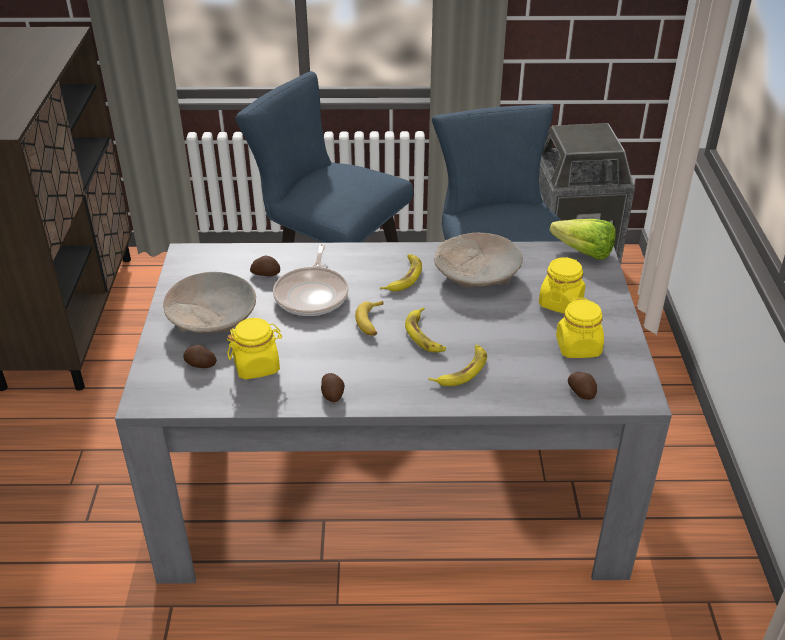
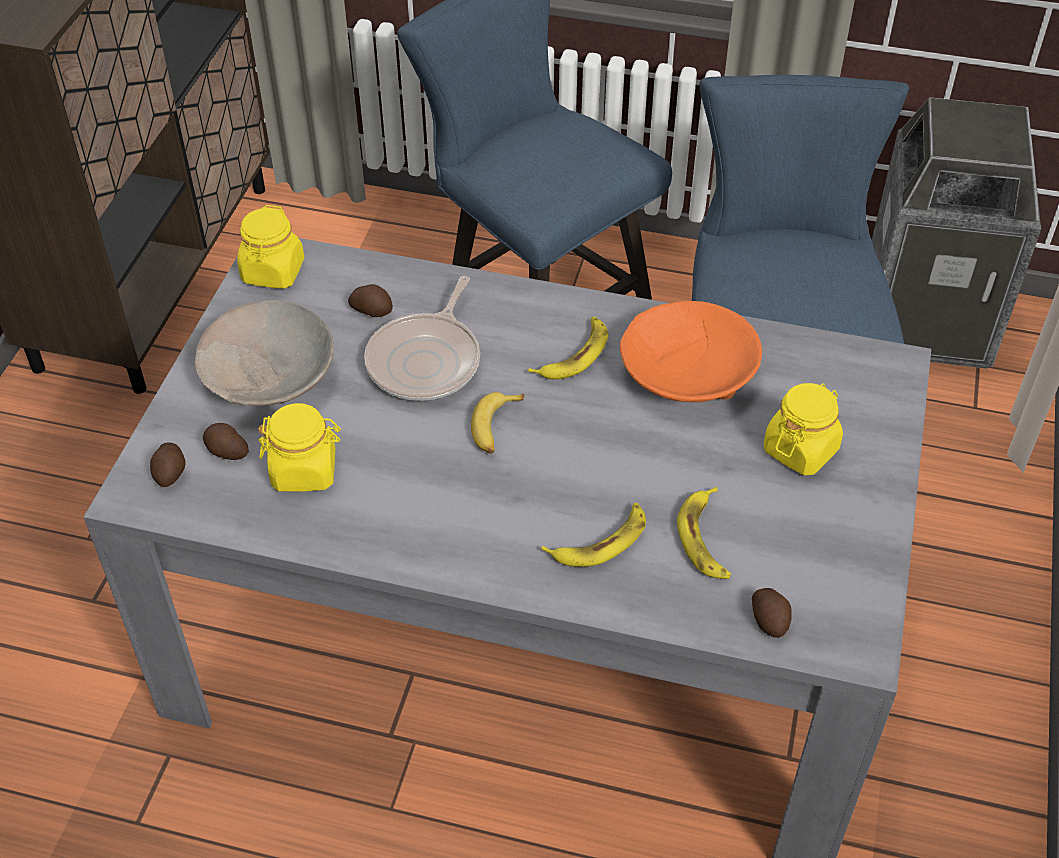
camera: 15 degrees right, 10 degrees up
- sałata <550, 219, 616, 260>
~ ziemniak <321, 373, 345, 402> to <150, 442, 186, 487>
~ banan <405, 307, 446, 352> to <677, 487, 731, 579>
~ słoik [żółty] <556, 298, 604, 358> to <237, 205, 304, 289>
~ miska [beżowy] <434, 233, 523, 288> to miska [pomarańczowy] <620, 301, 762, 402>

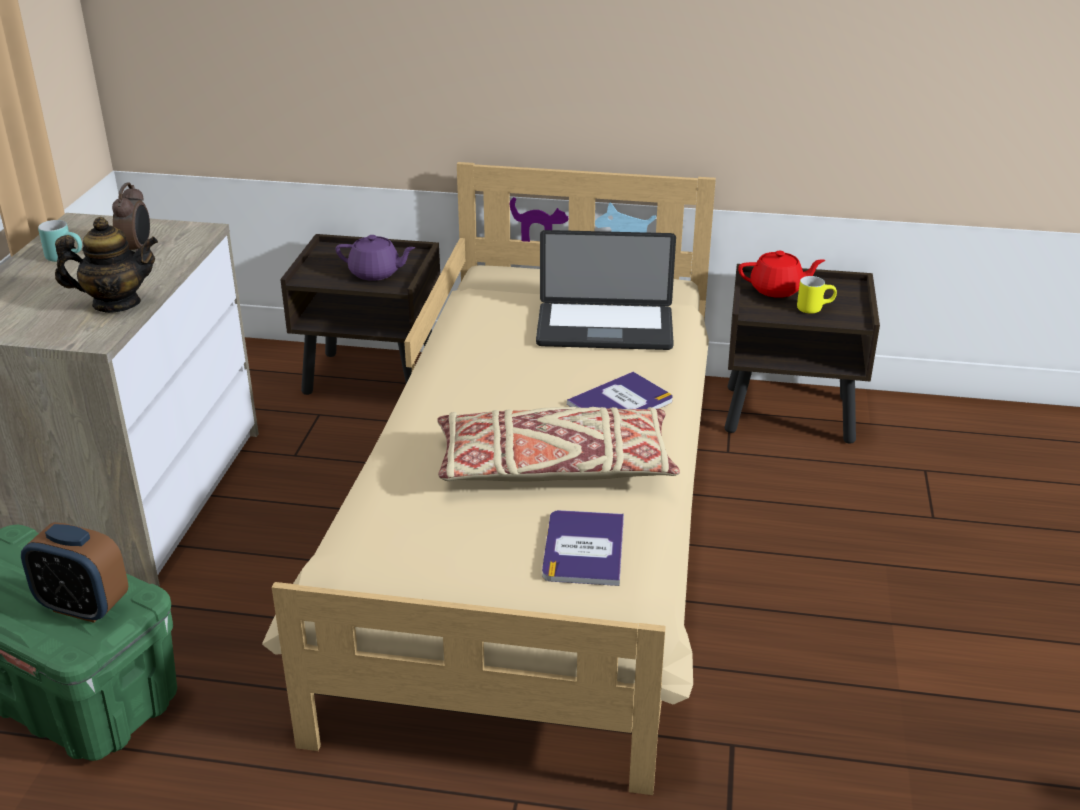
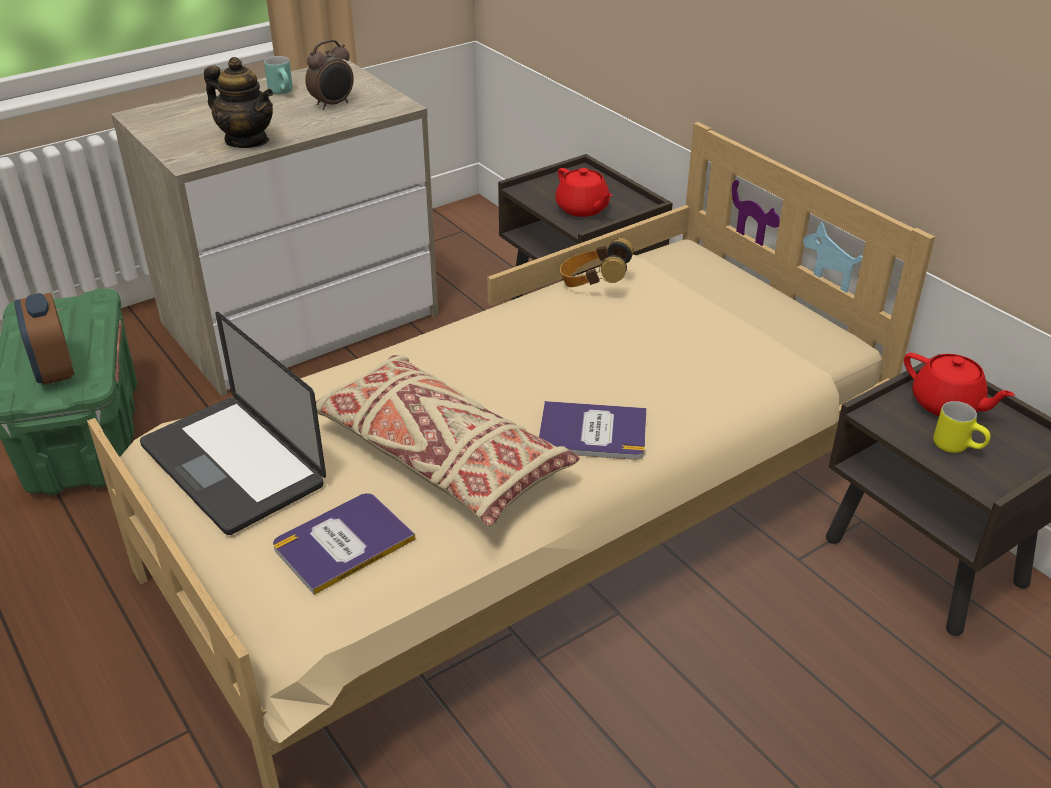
camera: 45 degrees right, 5 degrees up
+ słuchawki <560, 238, 634, 287>
~ laptop <536, 230, 676, 350> to <140, 312, 326, 535>
~ imbryk [fioletowy] <336, 235, 415, 281> to imbryk [czerwony] <555, 168, 613, 217>

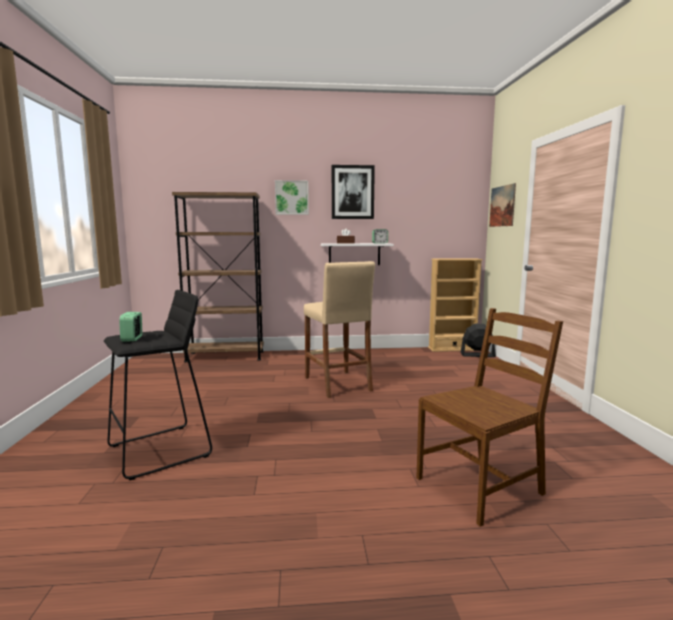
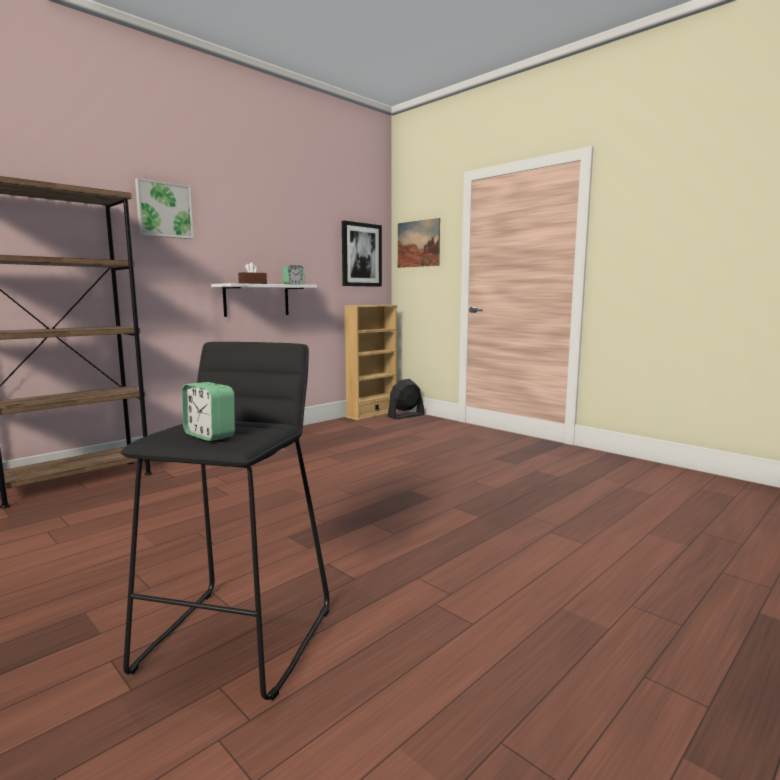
camera: 40 degrees left, 0 degrees up
- stołek [beżowy] <304, 261, 375, 398>
- krzesło [brązowy] <416, 308, 563, 527>
~ obraz <332, 165, 375, 219> to <342, 221, 382, 287>

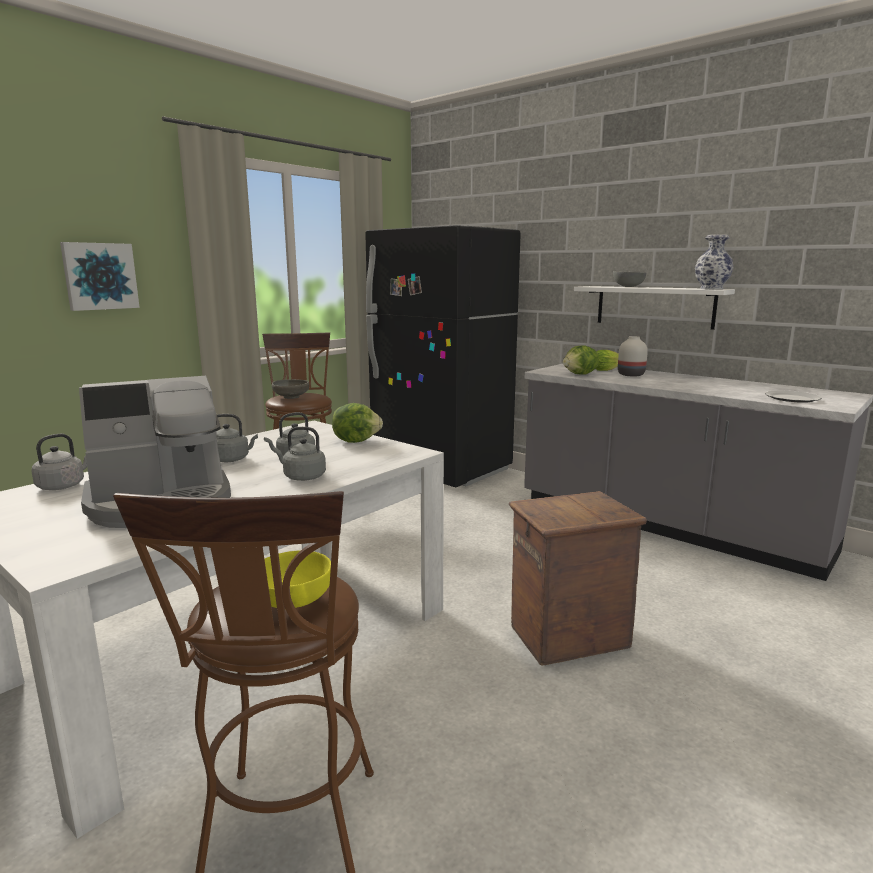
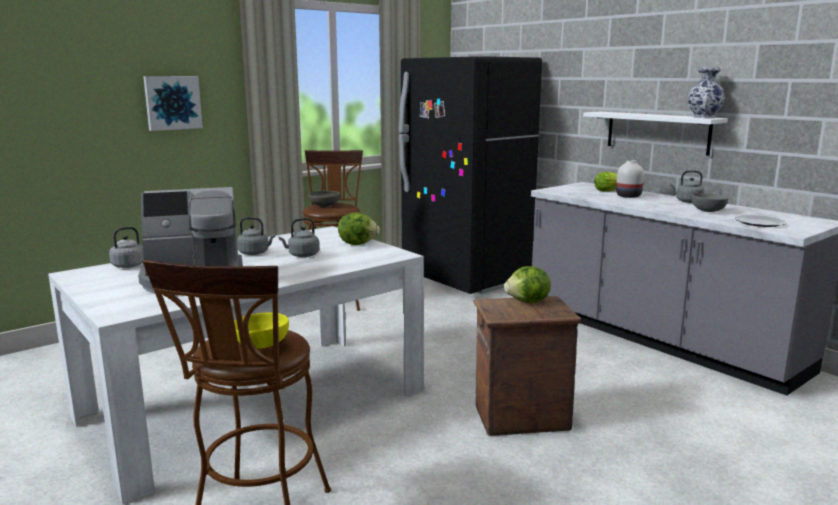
camera: 10 degrees right, 0 degrees up
~ czajnik [szary] <273, 427, 326, 481> to <670, 170, 704, 203>
~ sałata <563, 345, 599, 375> to <504, 266, 551, 303>
~ miska [szary] <613, 271, 646, 287> to <691, 192, 728, 212>

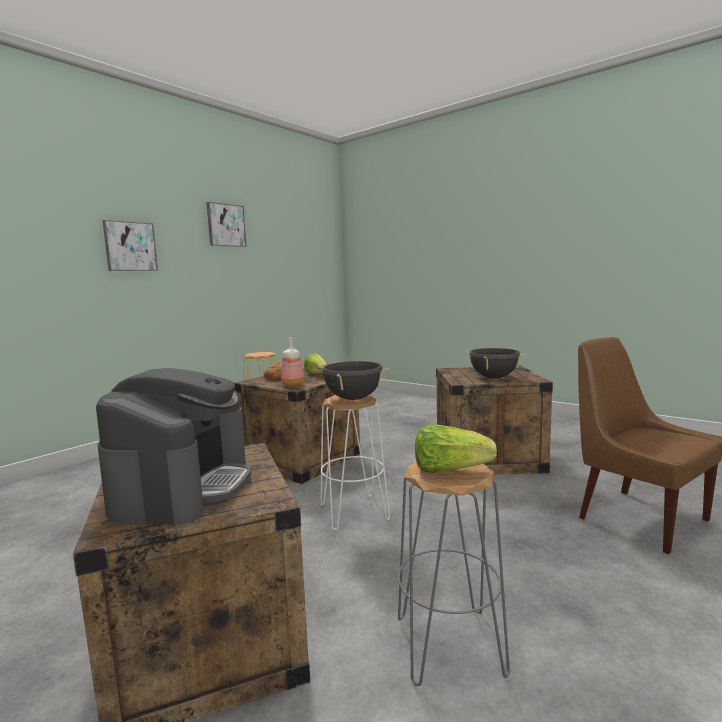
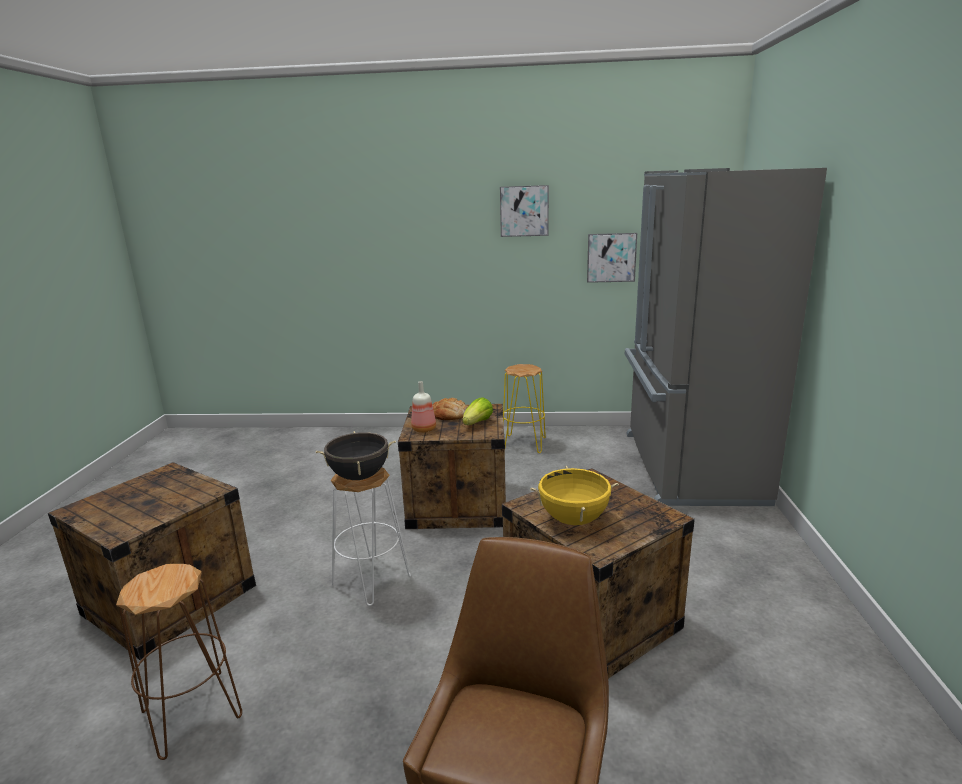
camera: 55 degrees right, 10 degrees up
- ekspres do kawy <96, 368, 251, 525>
- sałata <415, 424, 497, 473>
+ lodówka [szary] <625, 168, 827, 506>
~ obraz <102, 220, 158, 271> to <587, 233, 637, 283>
~ stołek [szary] <398, 462, 510, 686> to stołek [brązowy] <116, 564, 242, 760>
~ garnek [czarny] <465, 348, 525, 379> to garnek [żółty] <530, 466, 619, 525>

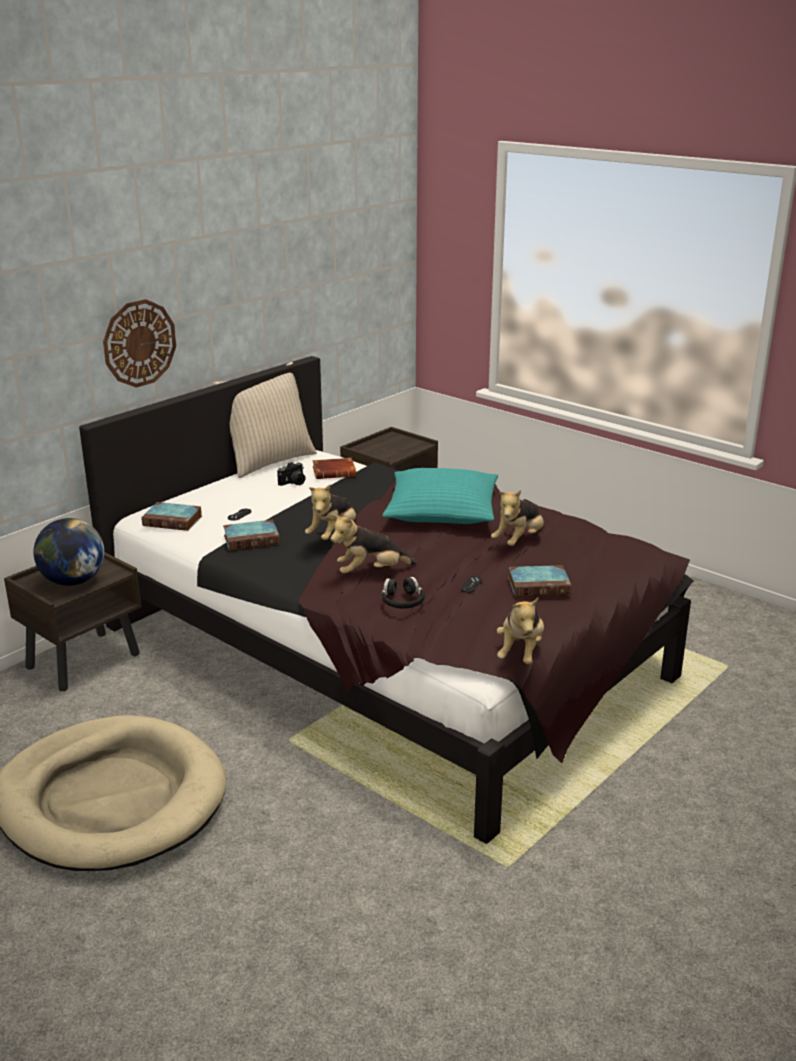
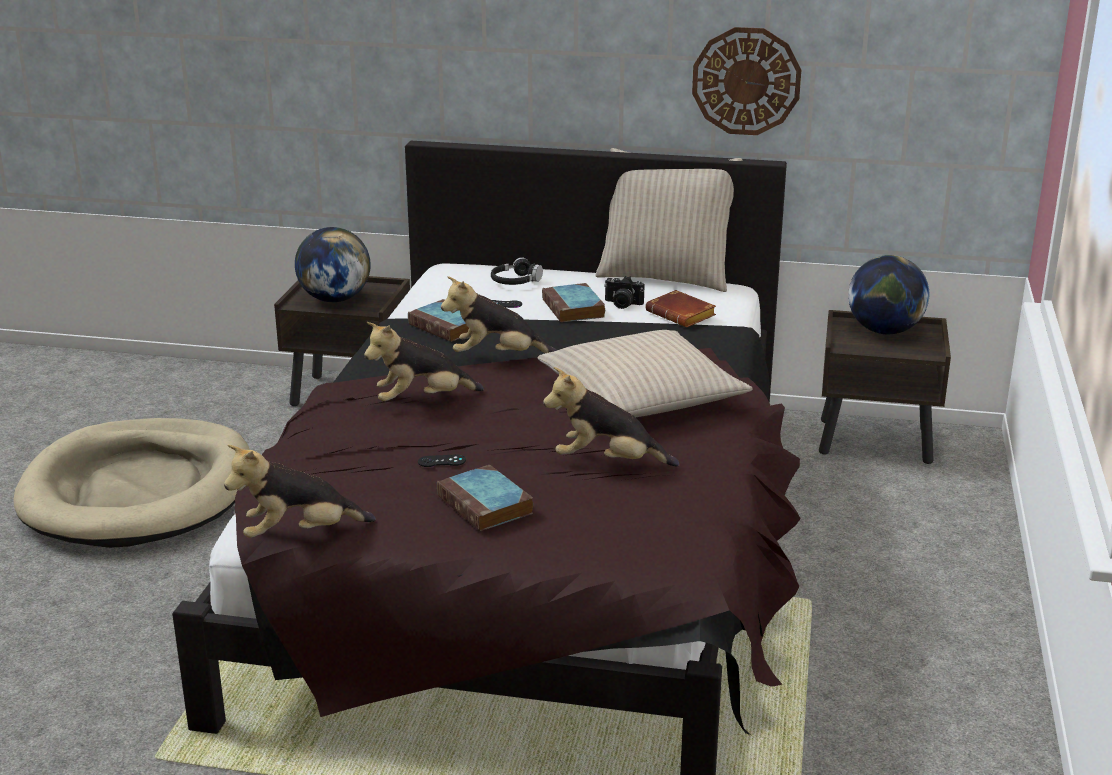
camera: 60 degrees right, 0 degrees up
+ globus <848, 255, 929, 334>
~ zegar ścienny <103, 299, 176, 388> to <692, 27, 801, 135>
~ książka <141, 502, 202, 531> to <542, 283, 605, 322>
~ słuchawki [czarny] <382, 577, 425, 609> to <491, 257, 543, 285>
~ poduszka [turkusowy] <382, 468, 498, 524> to poduszka [beżowy] <537, 330, 753, 417>
~ pluszak <330, 514, 417, 574> = <364, 322, 484, 401> 60 degrees counterclockwise

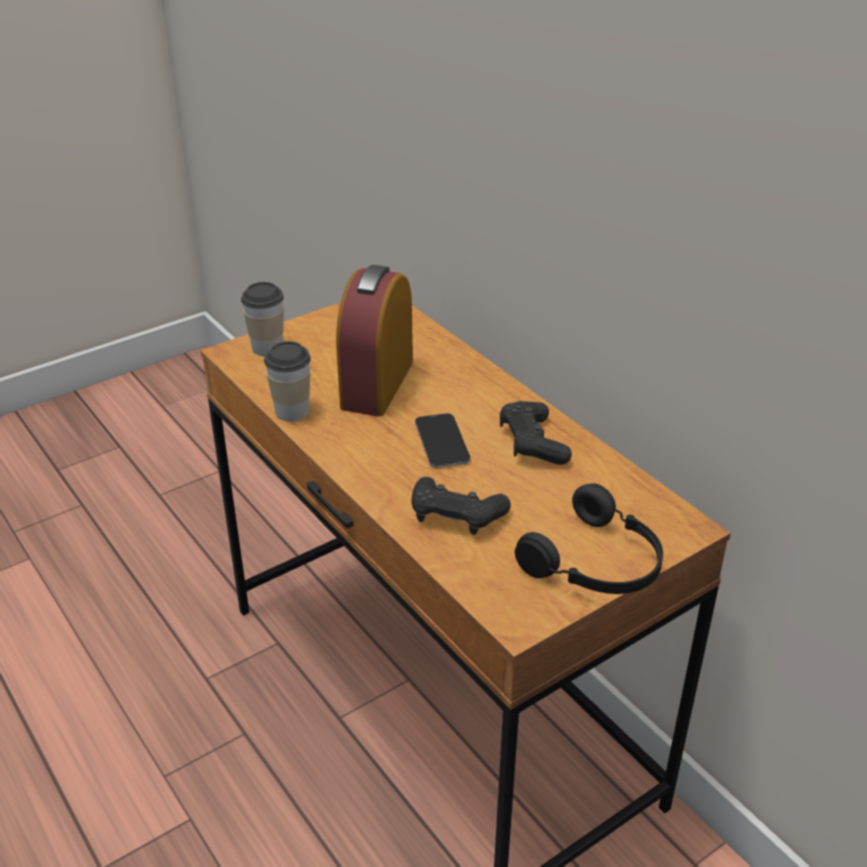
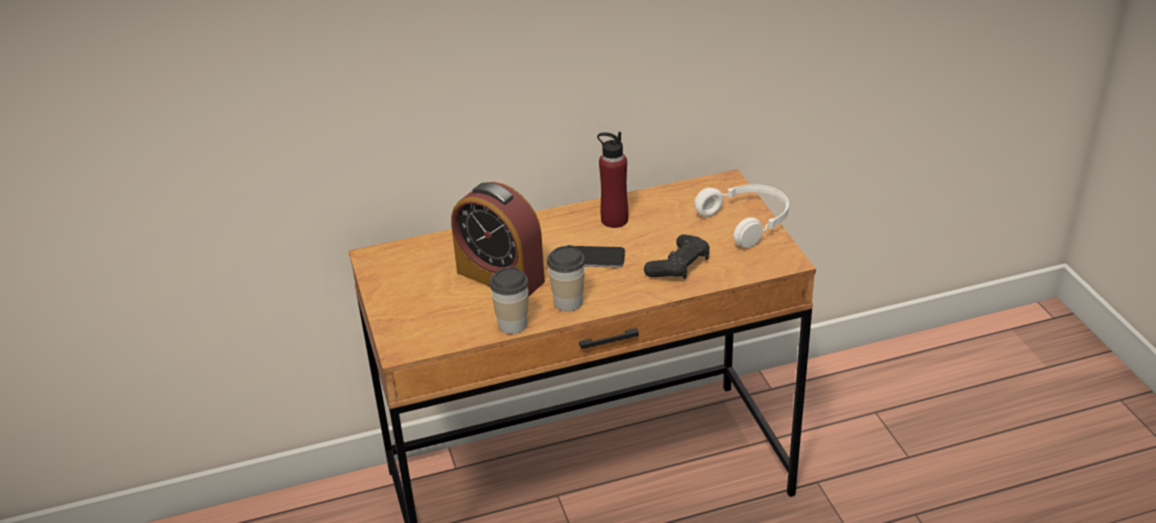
camera: 70 degrees left, 0 degrees up
~ filiżanka <241, 282, 284, 357> to <547, 245, 585, 311>
~ pad do gier [czarny] <500, 401, 572, 465> to butelka [czerwony] <597, 132, 628, 228>
~ słuchawki [czarny] <515, 483, 663, 594> to słuchawki [biały] <694, 184, 789, 248>

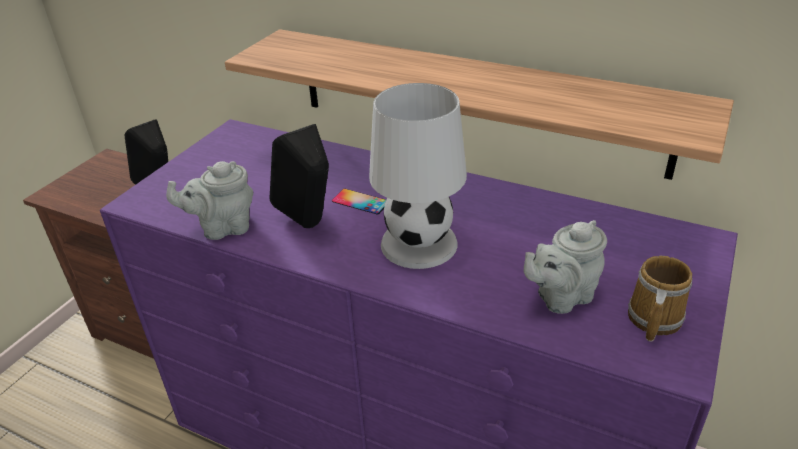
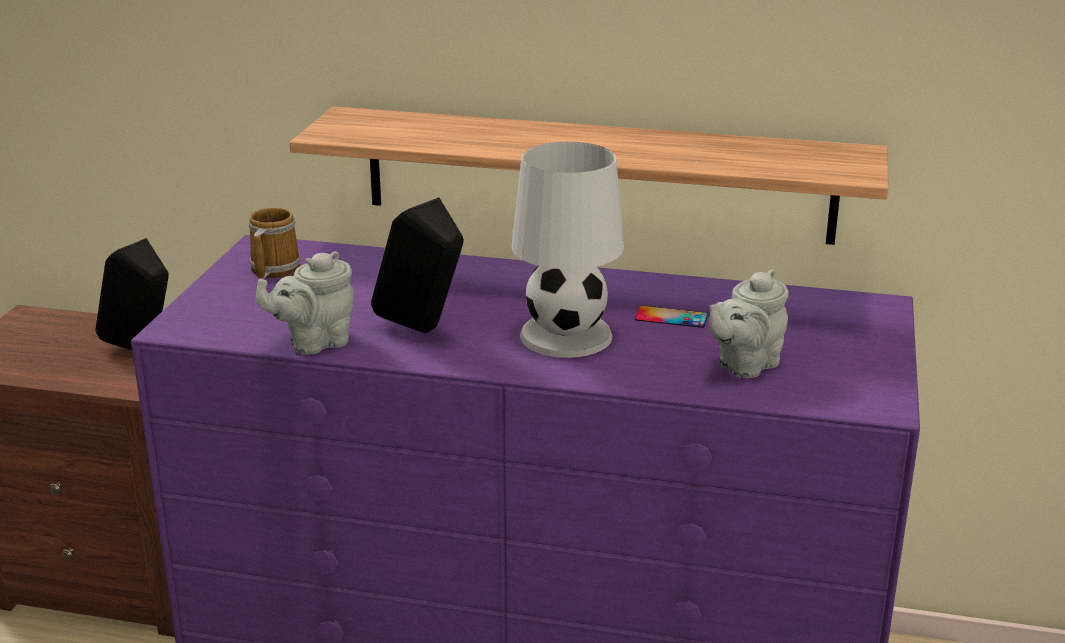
camera: 15 degrees left, 10 degrees down
~ telefon <332, 189, 386, 215> to <635, 306, 708, 328>
~ kubek <628, 256, 692, 342> to <249, 207, 301, 279>

